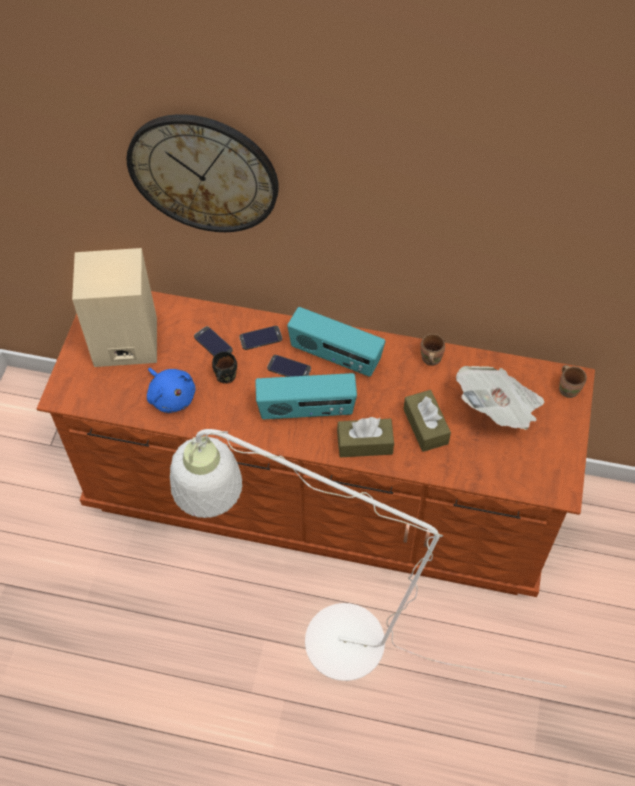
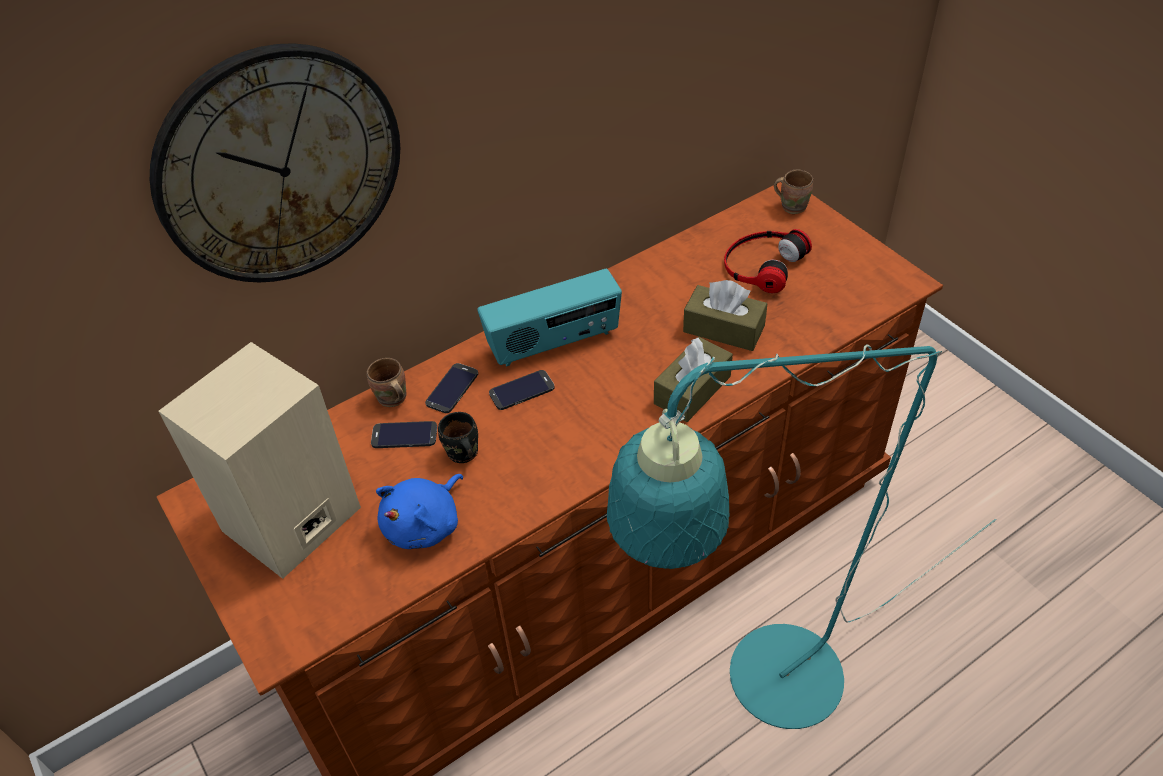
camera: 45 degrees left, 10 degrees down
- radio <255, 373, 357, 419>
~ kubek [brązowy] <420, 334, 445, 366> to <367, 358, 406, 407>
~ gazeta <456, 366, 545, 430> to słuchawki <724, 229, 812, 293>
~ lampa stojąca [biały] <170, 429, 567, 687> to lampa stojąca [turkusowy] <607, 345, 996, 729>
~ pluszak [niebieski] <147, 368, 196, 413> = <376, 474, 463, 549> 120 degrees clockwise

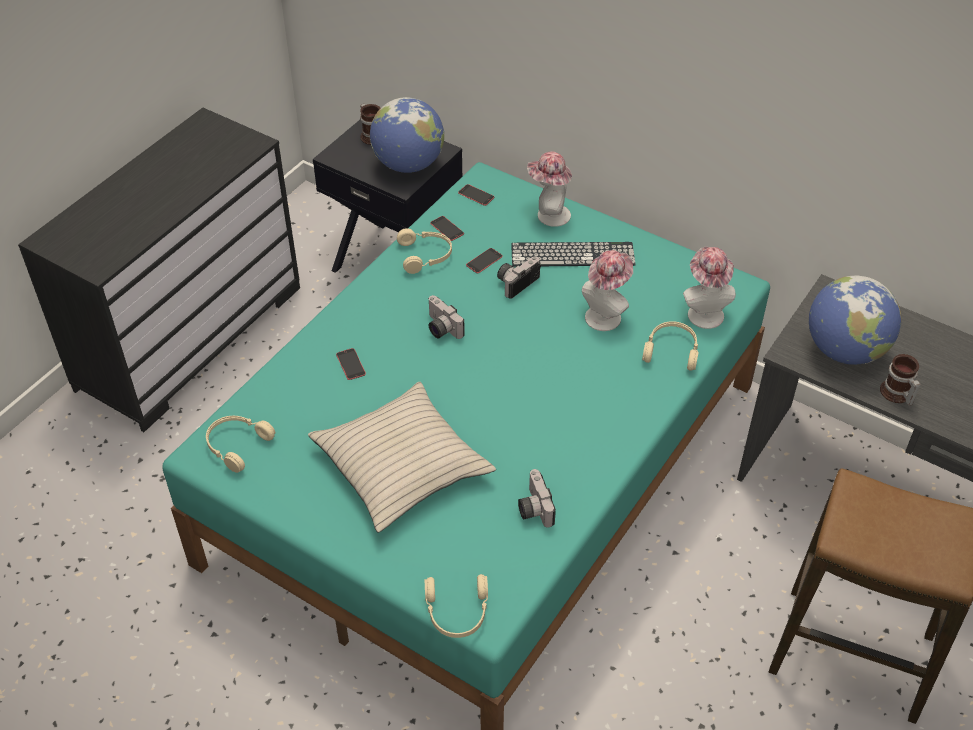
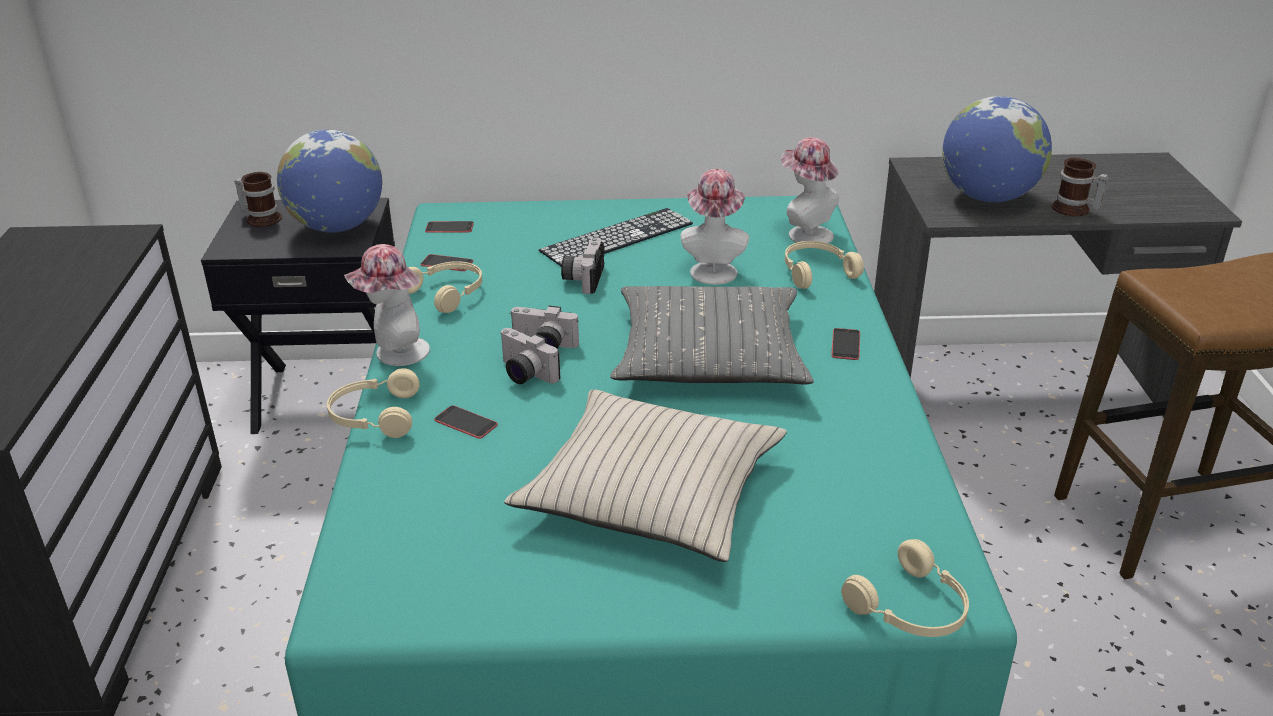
camera: 35 degrees left, 15 degrees down
+ poduszka [szary] <611, 286, 814, 385>
~ słuchawki [beżowy] <206, 416, 275, 473> to <327, 368, 420, 438>
~ telefon <466, 248, 503, 274> to <831, 328, 860, 360>
~ aparat fotograficzny <518, 469, 556, 528> to <500, 328, 560, 384>
~ kapelusz <527, 151, 572, 227> to <344, 244, 430, 366>

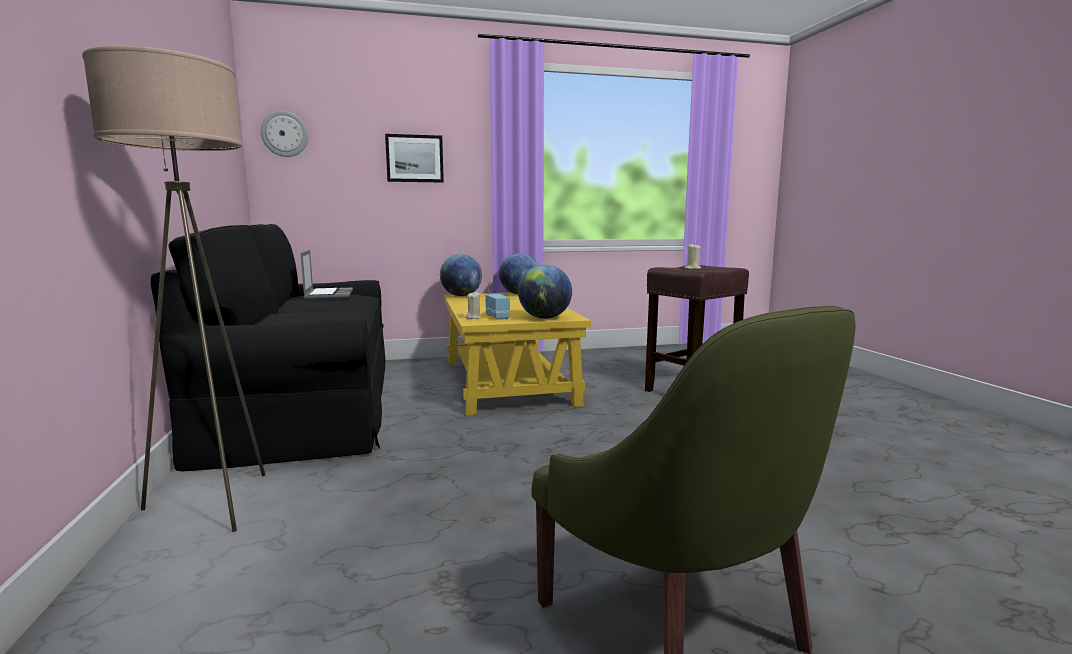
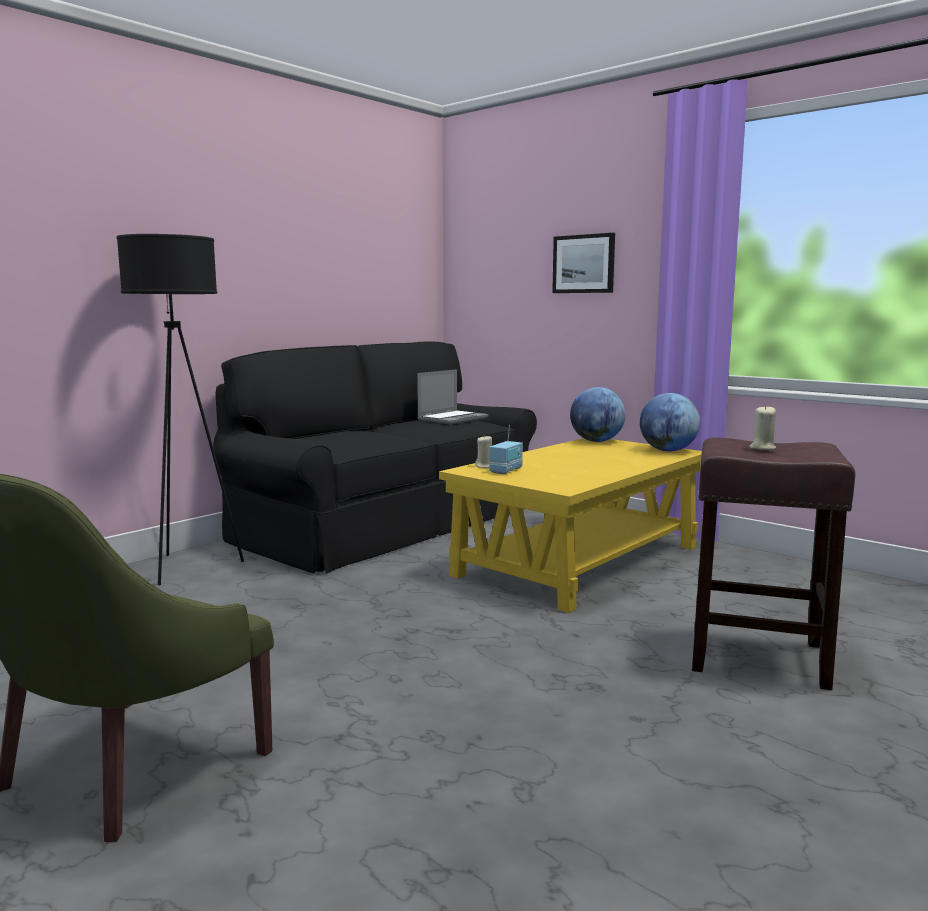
camera: 55 degrees right, 0 degrees up
- zegar ścienny <261, 110, 308, 157>
- globus <518, 264, 572, 319>
~ lampa stojąca [beżowy] <82, 46, 265, 532> to lampa stojąca [czarny] <116, 234, 244, 585>

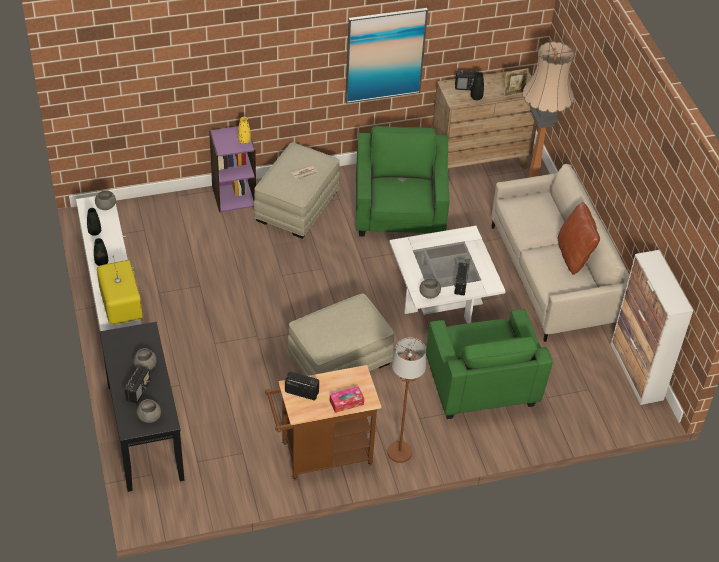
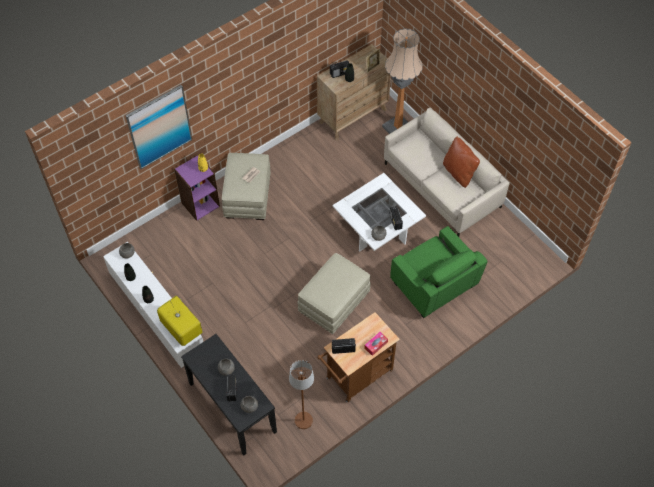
camera: 20 degrees left, 10 degrees up
- fotel [zielony] <355, 126, 450, 236>
- szafka <611, 250, 693, 405>
~ obraz <345, 8, 428, 104> to <126, 85, 192, 169>
~ lampa stojąca [brązowy] <387, 337, 426, 463> to <289, 360, 314, 429>

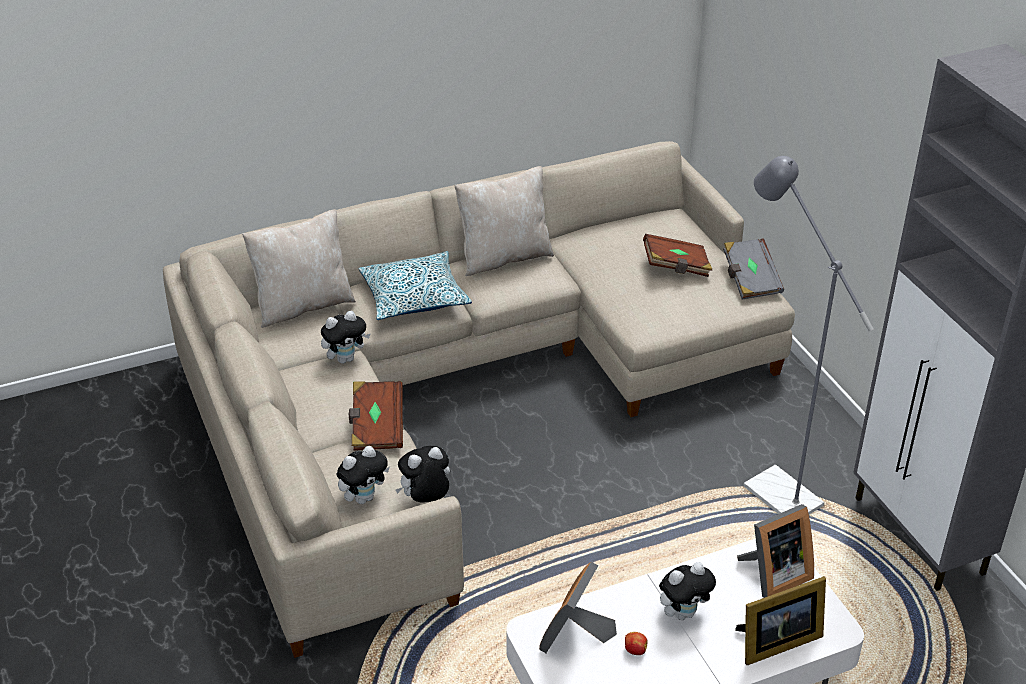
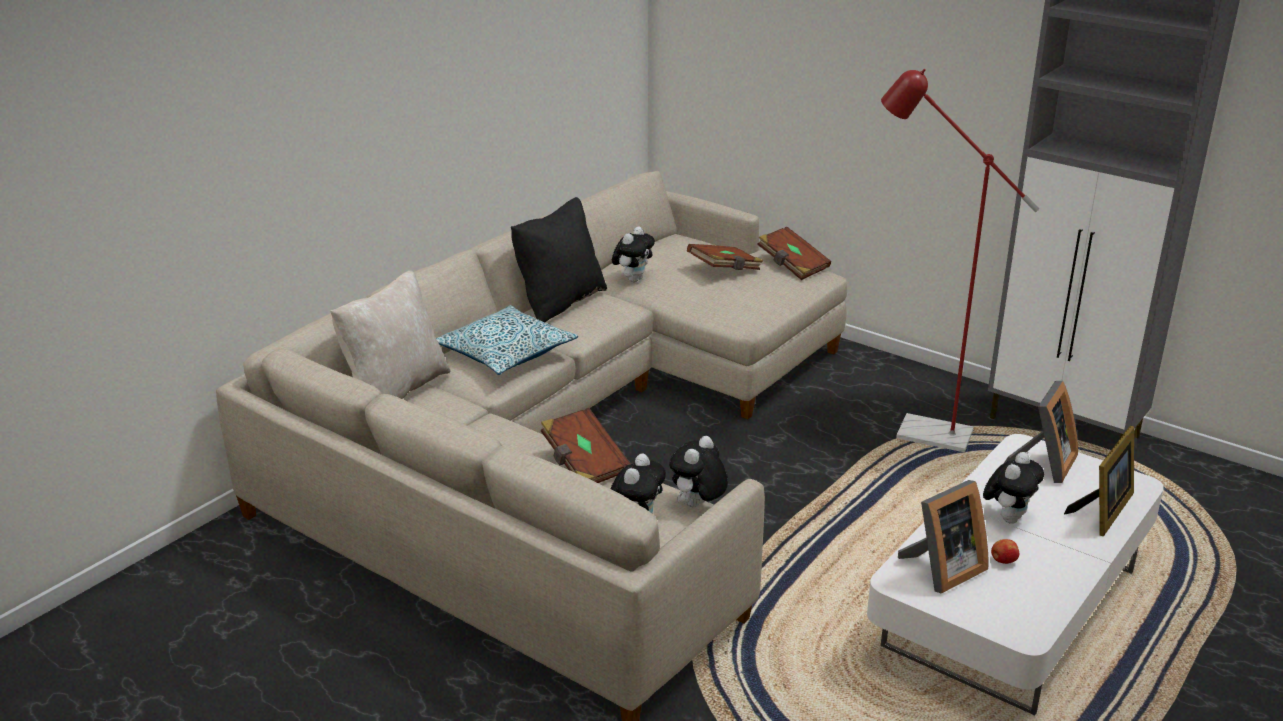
camera: 30 degrees left, 10 degrees down
~ pluszak <321, 311, 371, 364> to <612, 227, 655, 282>
~ poduszka [beżowy] <455, 166, 554, 276> to poduszka [czarny] <511, 197, 607, 322>
~ książka [szary] <723, 238, 784, 300> to książka [brązowy] <757, 227, 831, 280>
~ lampa stojąca [szary] <743, 156, 874, 514> to lampa stojąca [czerwony] <881, 69, 1039, 452>
~ ramka na zdjęcie <539, 561, 617, 653> = <898, 480, 989, 594> 120 degrees counterclockwise

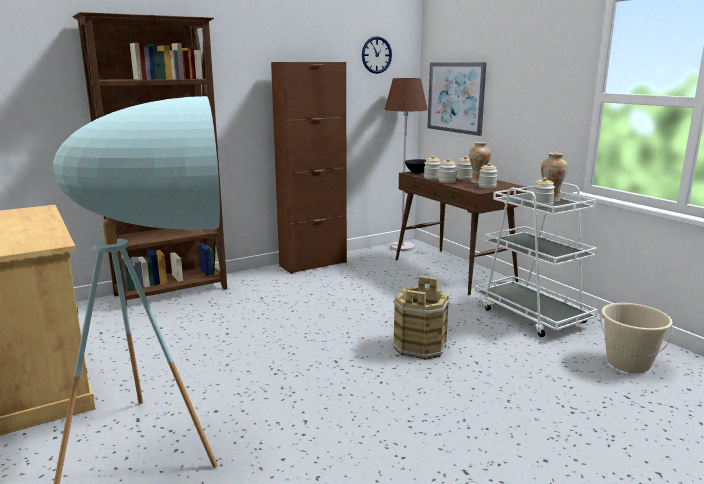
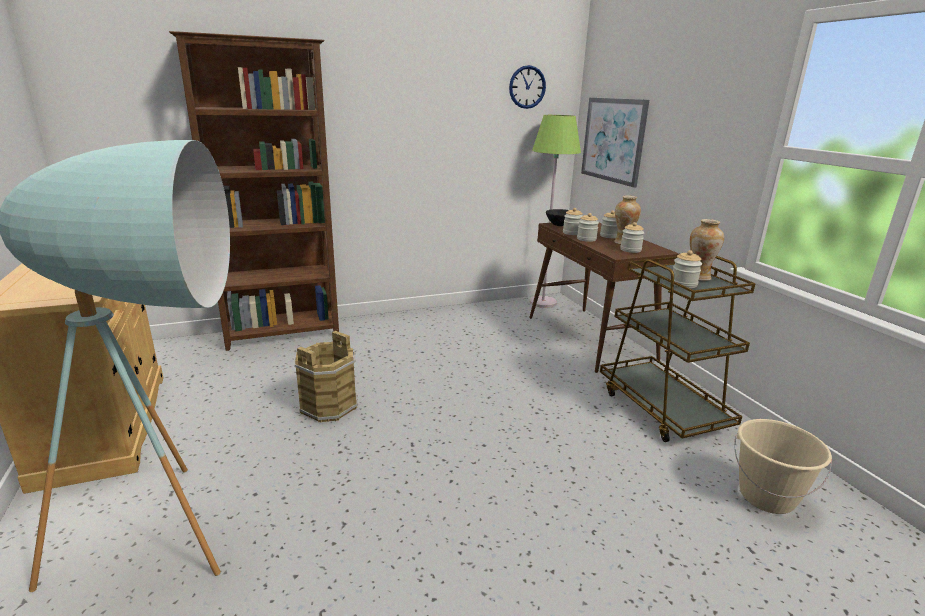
camera: 10 degrees right, 5 degrees up
- szafka [brązowy] <271, 62, 347, 274>
~ wiadro [brązowy] <392, 276, 449, 360> to <294, 331, 358, 423>
~ lampa stojąca [brązowy] <385, 78, 428, 251> to lampa stojąca [zielony] <529, 115, 581, 308>
~ wózek [biały] <475, 182, 598, 337> to wózek [brązowy] <600, 256, 756, 442>

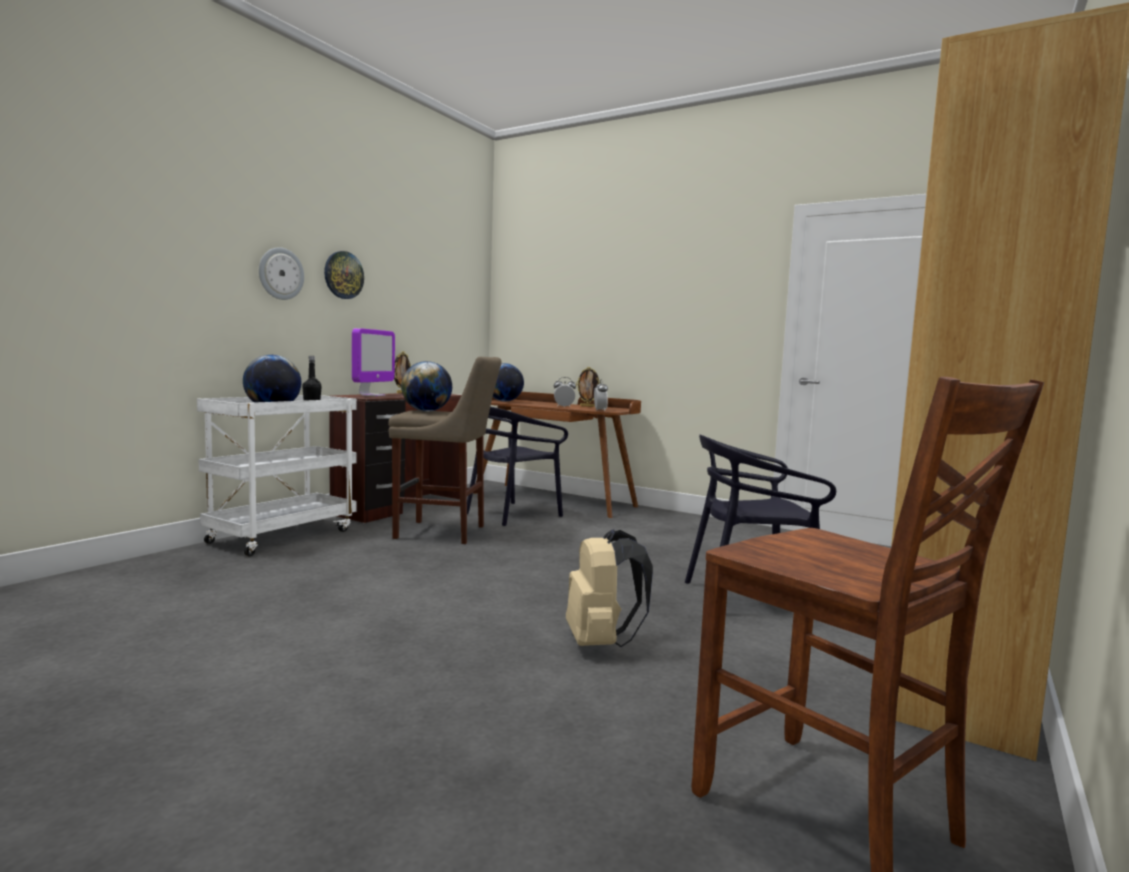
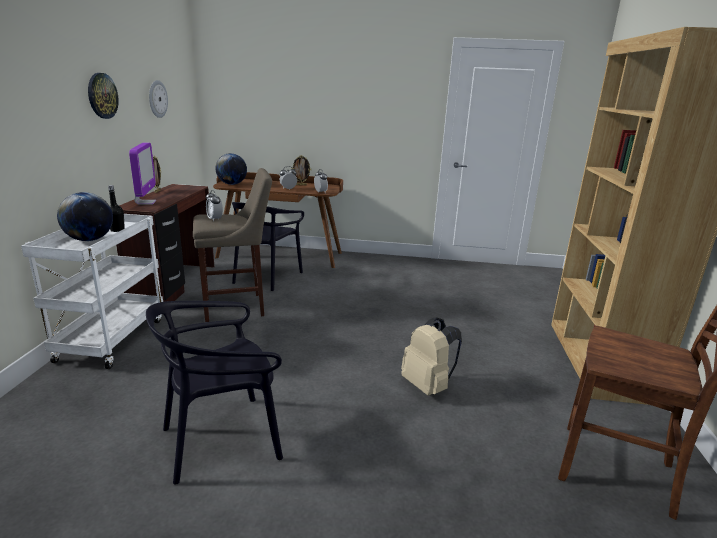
camera: 25 degrees left, 15 degrees up
~ zegar ścienny <259, 247, 304, 300> to <149, 80, 168, 118>
~ krzesło [czarny] <685, 435, 836, 584> to <146, 301, 283, 485>
~ globus <401, 361, 452, 412> to budzik <206, 190, 223, 221>

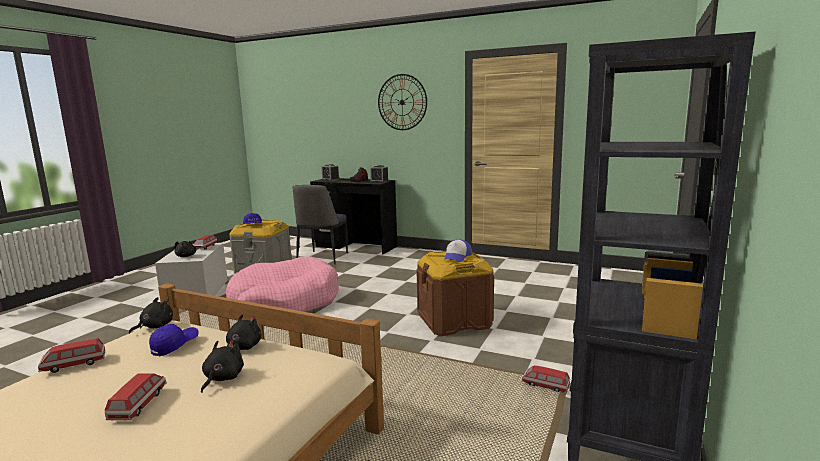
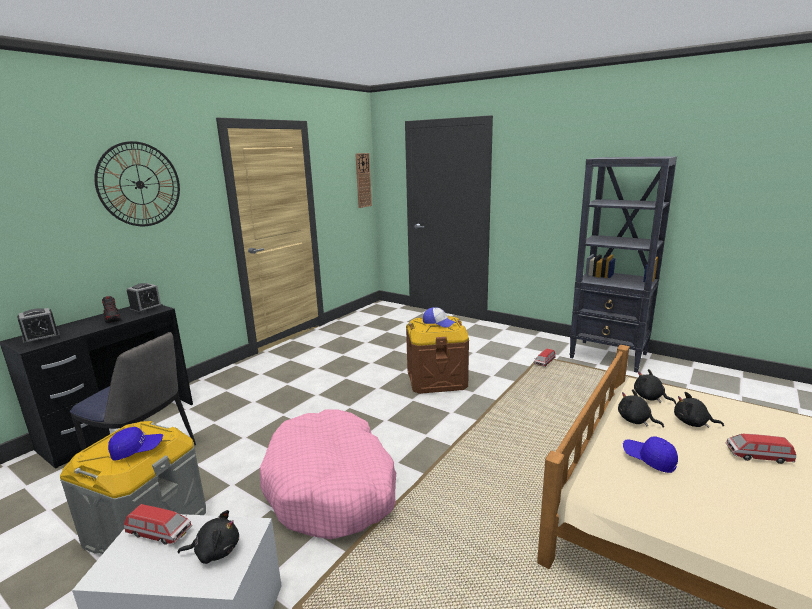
camera: 80 degrees left, 5 degrees up
- samochodzik <38, 338, 105, 373>
+ zegar ścienny <355, 153, 372, 208>
~ pluszak [czarny] <129, 297, 173, 334> to <634, 369, 676, 404>

